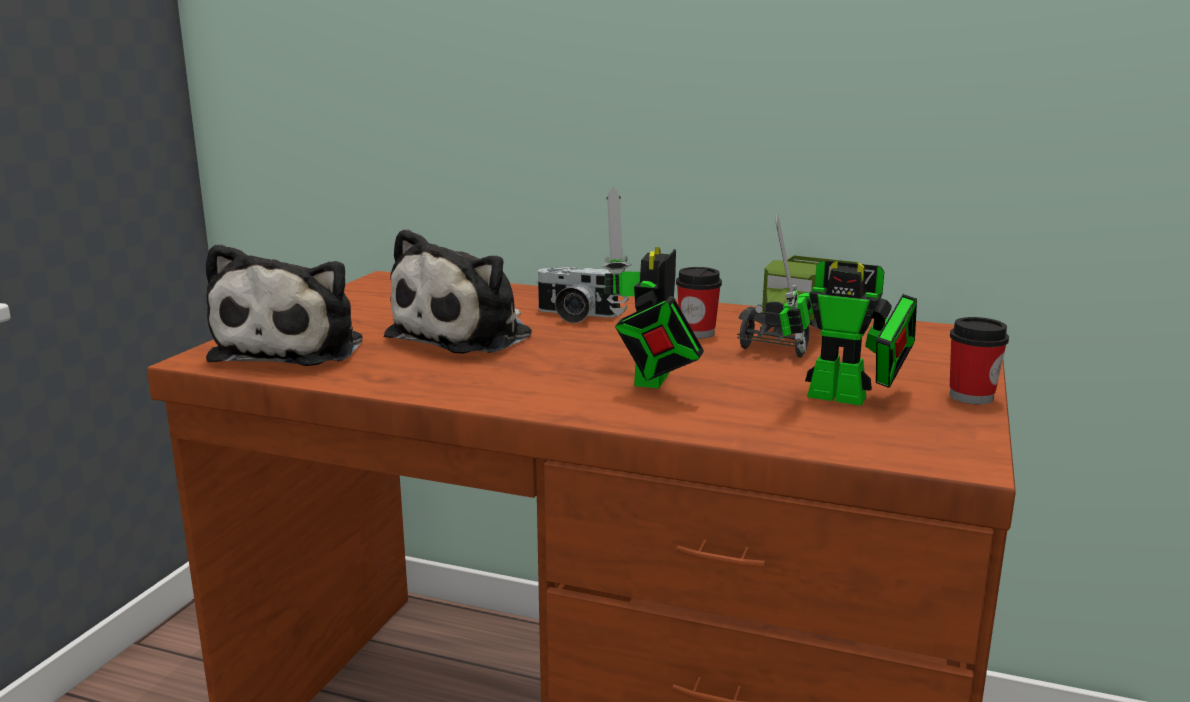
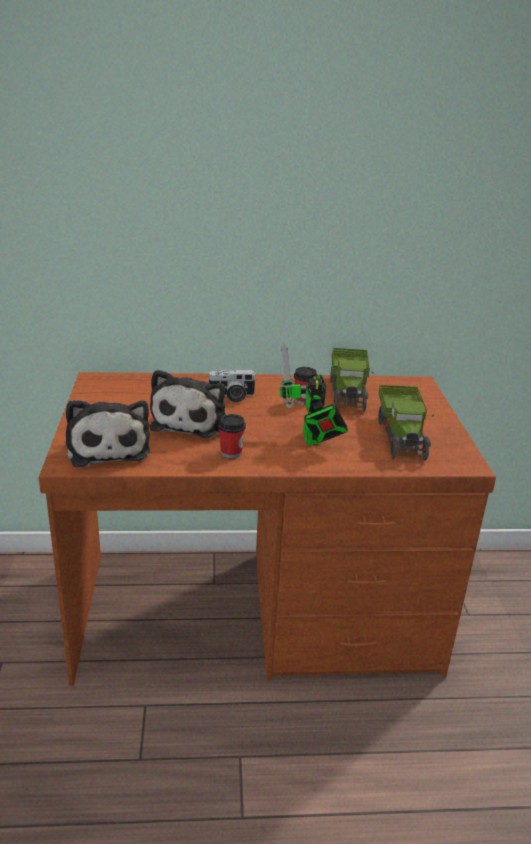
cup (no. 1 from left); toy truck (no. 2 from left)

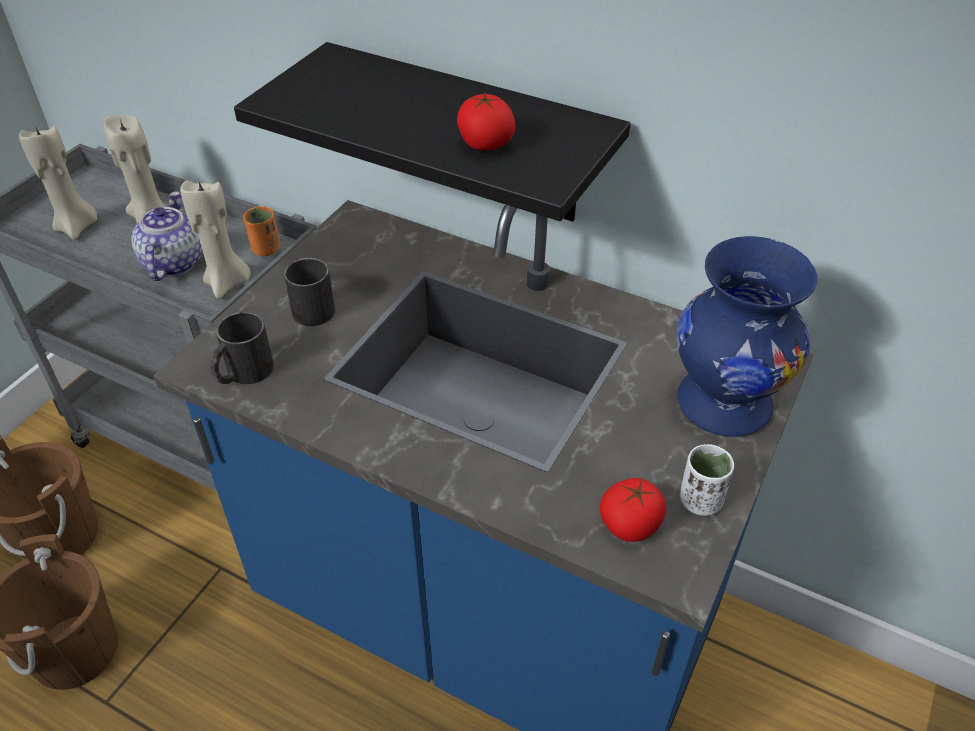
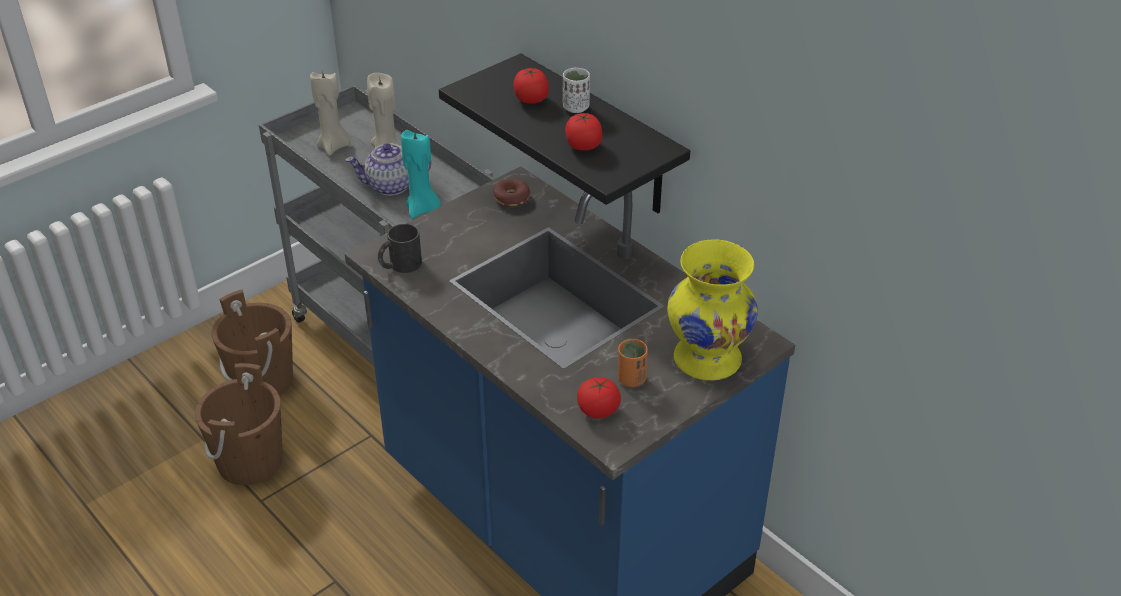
tea pot; candle/blue-green; doughnut; whole tomato (no. 1 from left); cup/white-coloured; cup/orange-coloured; flower vase/yellowish; tea mug/blackish (no. 2 from left in the first image)

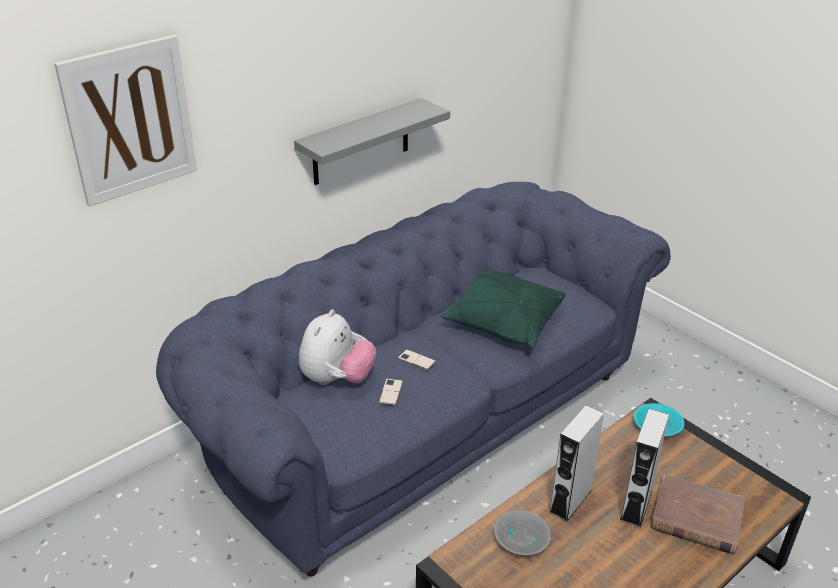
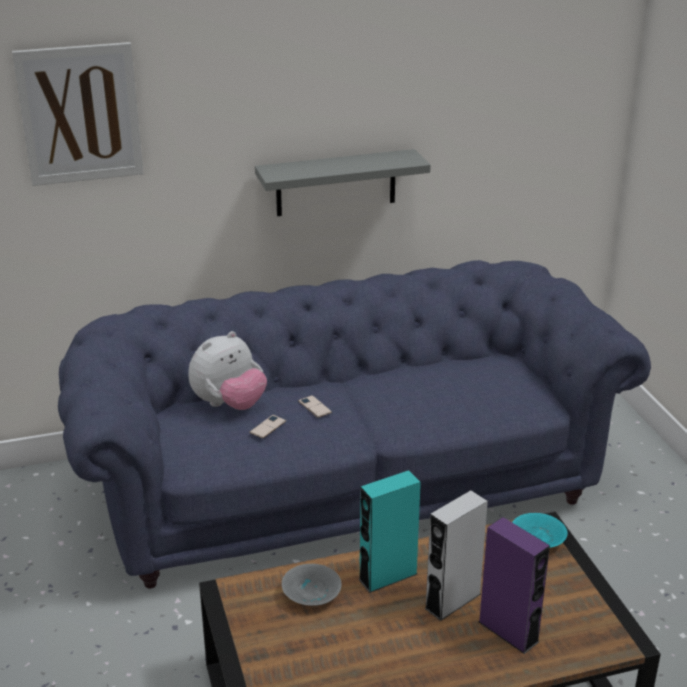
speaker/blue-green; speaker/purple; pillow/green-coloured

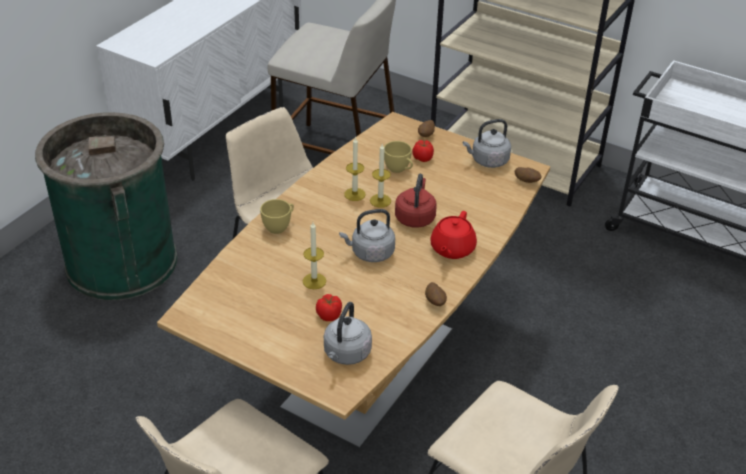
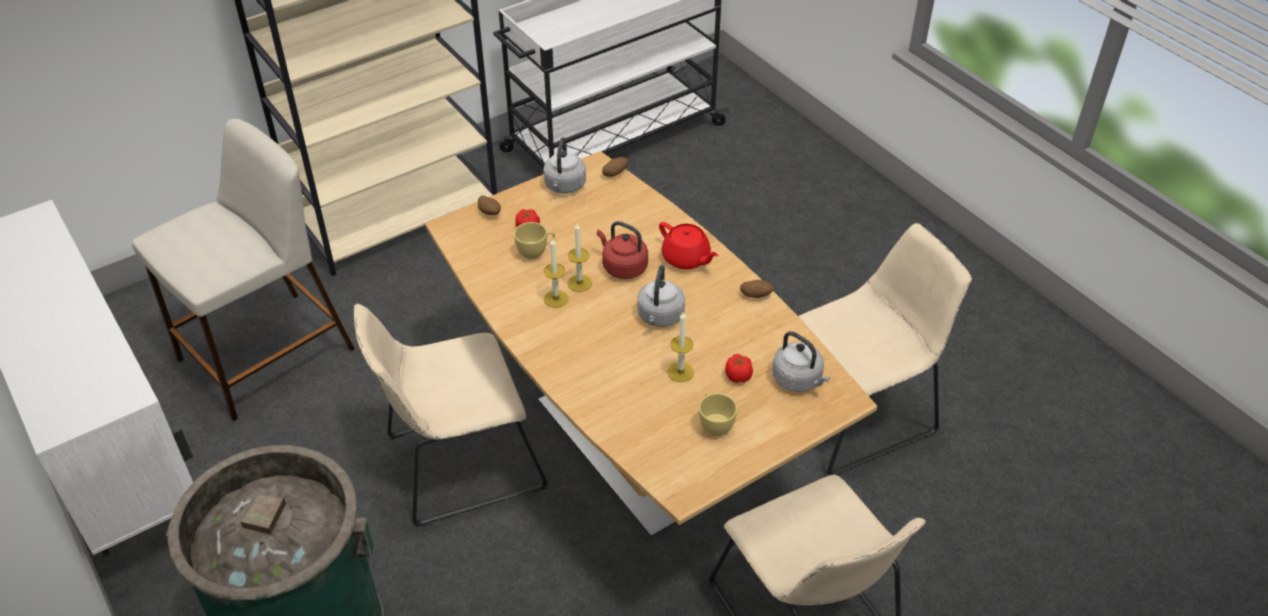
cup/yellowish (no. 2 from left)

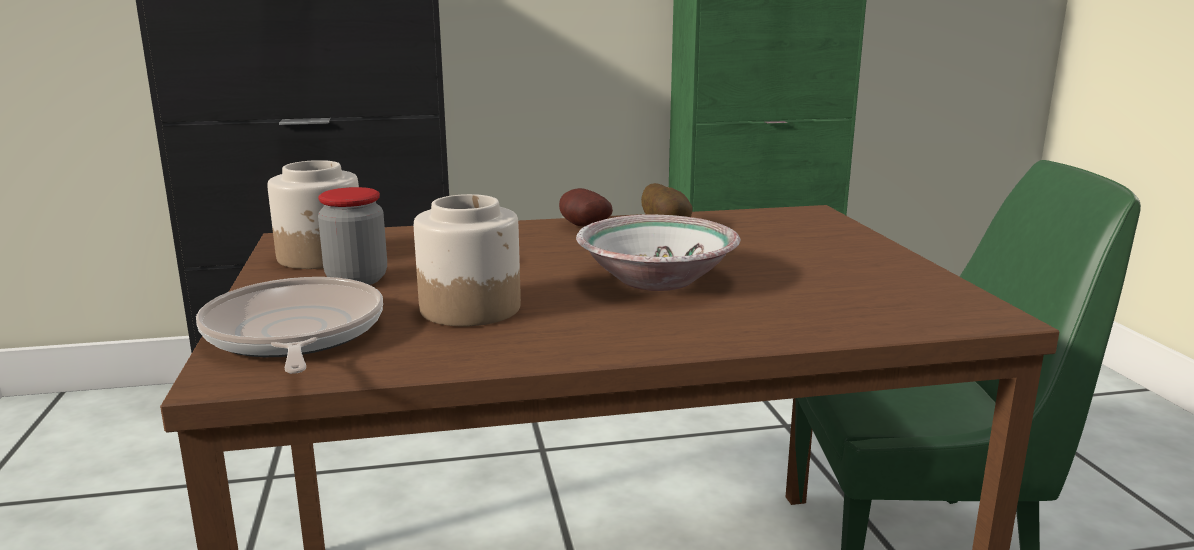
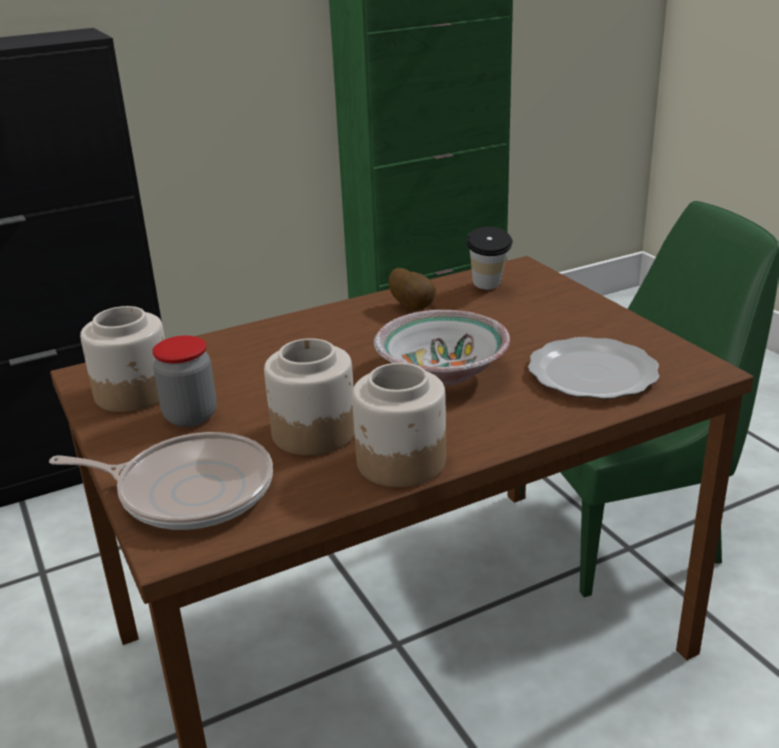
pan; jar (no. 4 from left); cup; flat dish; whole potato (no. 1 from left in the first image)

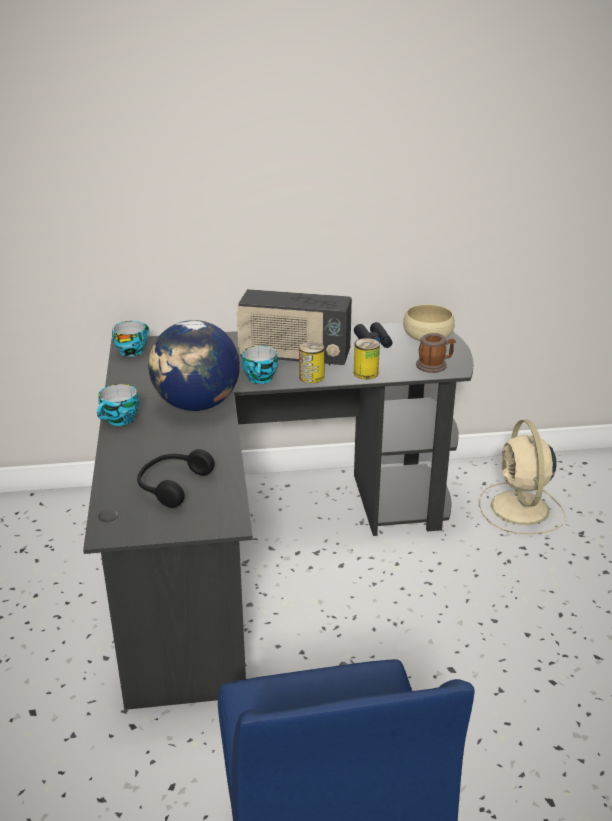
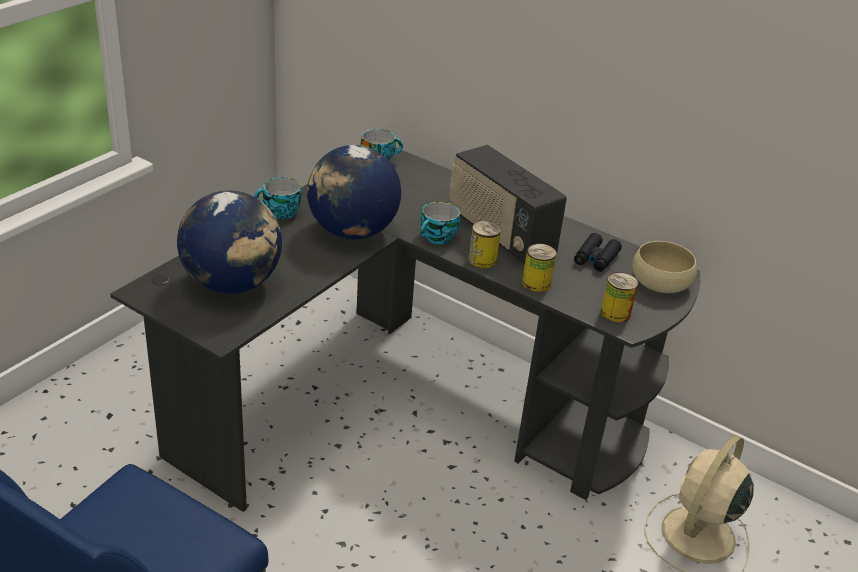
world globe (no. 1 from left); metal can (no. 3 from left)

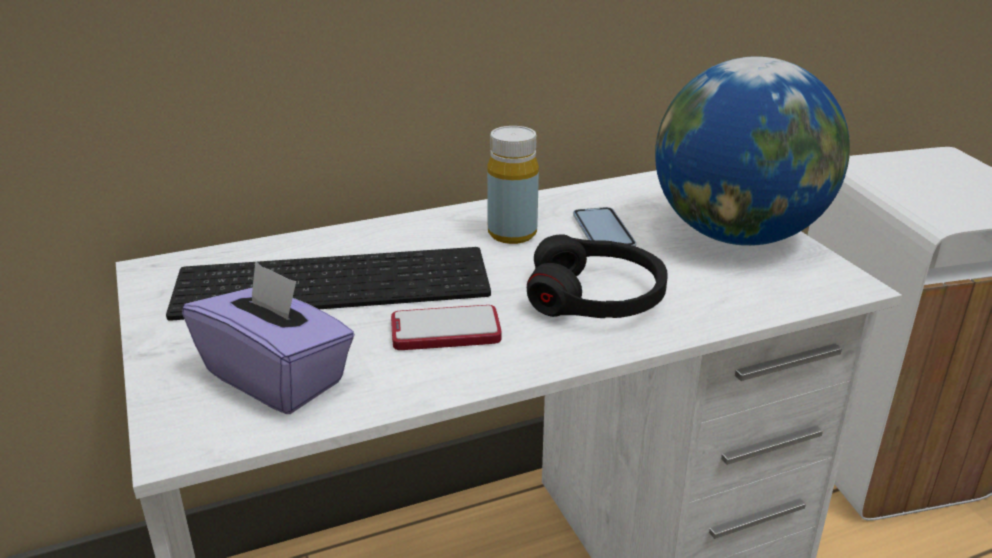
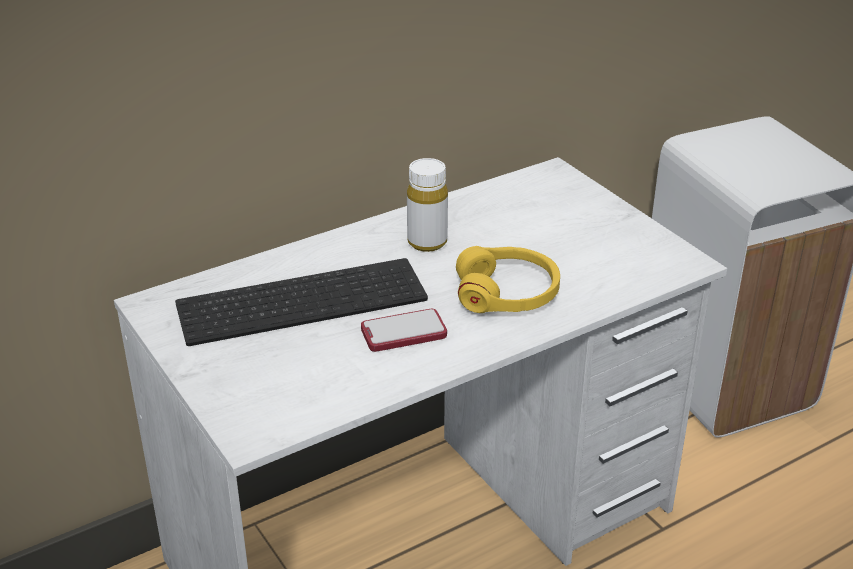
bottle/white-coloured; headphones/yellowish; tissue holder/purple; phone (no. 2 from left in the first image); world globe

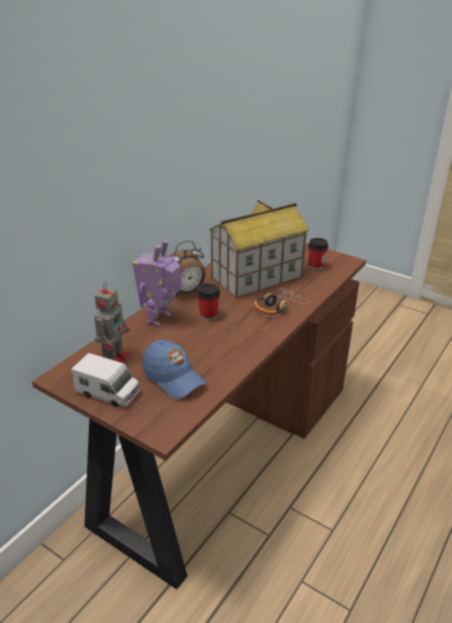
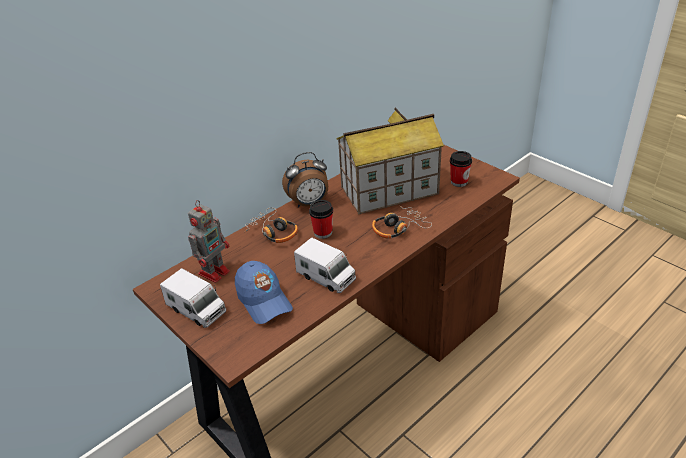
headphones (no. 1 from left); toy truck (no. 2 from left)

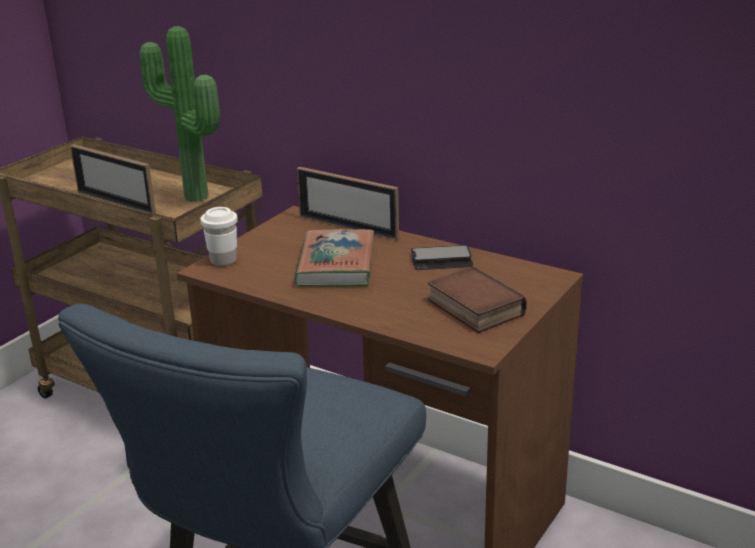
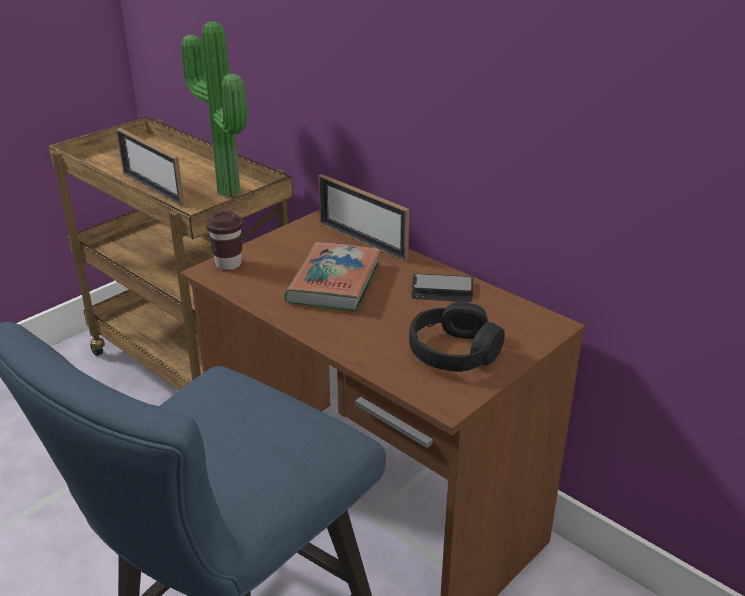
cup/brownish; headphones/blackish

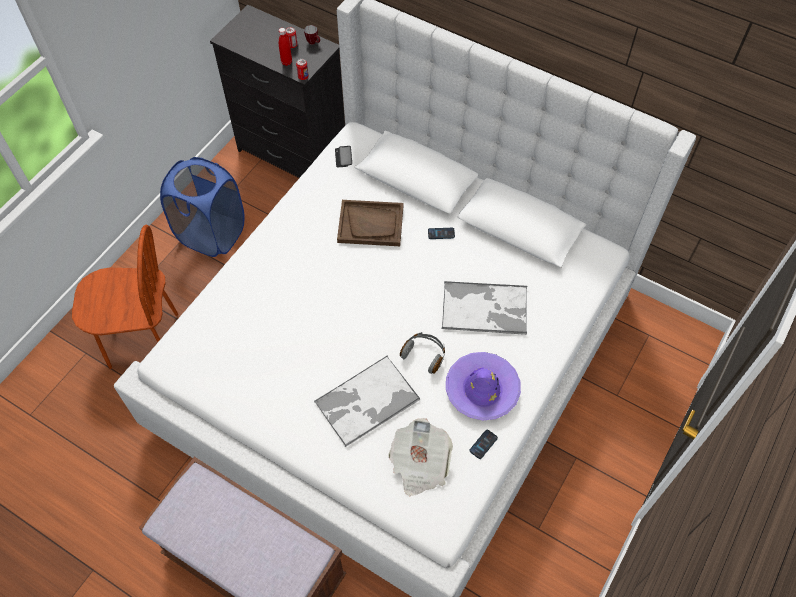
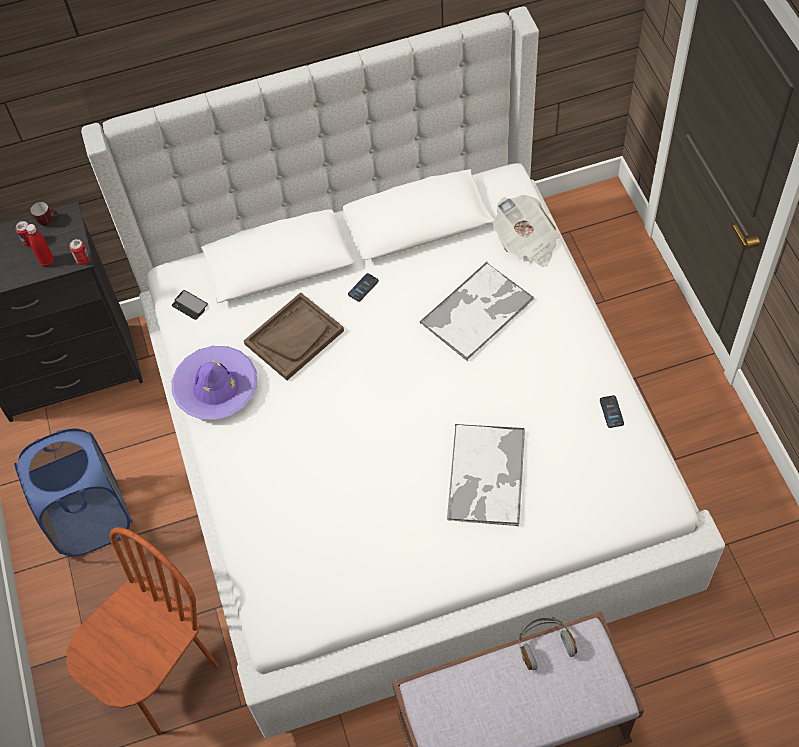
hat/purple; newspaper; headphones/gray

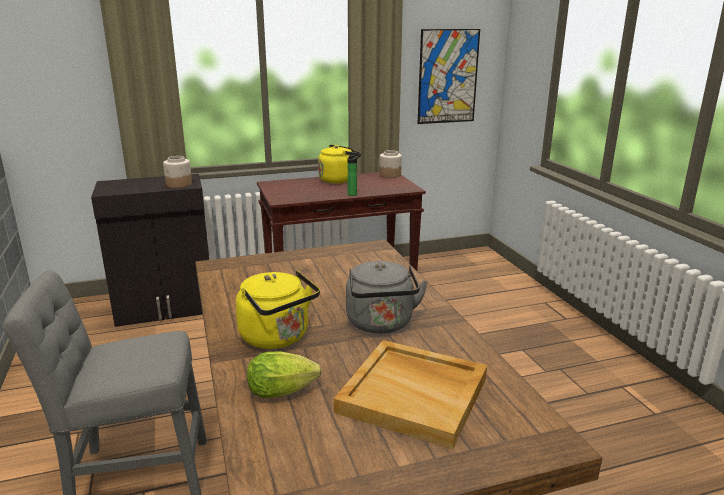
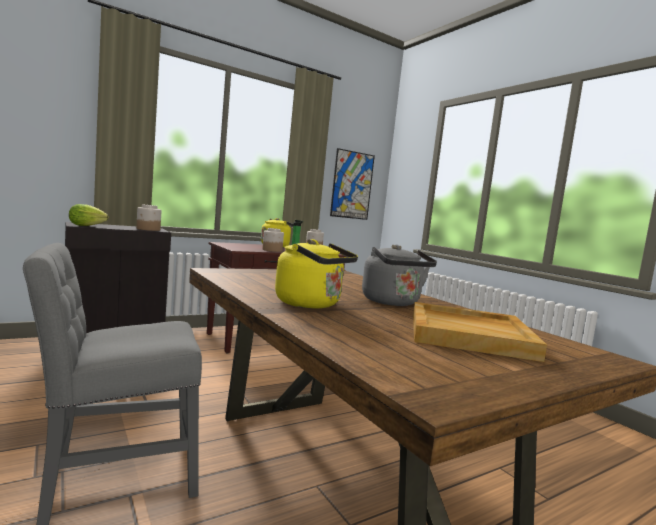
head of lettuce; jar (no. 2 from left)

